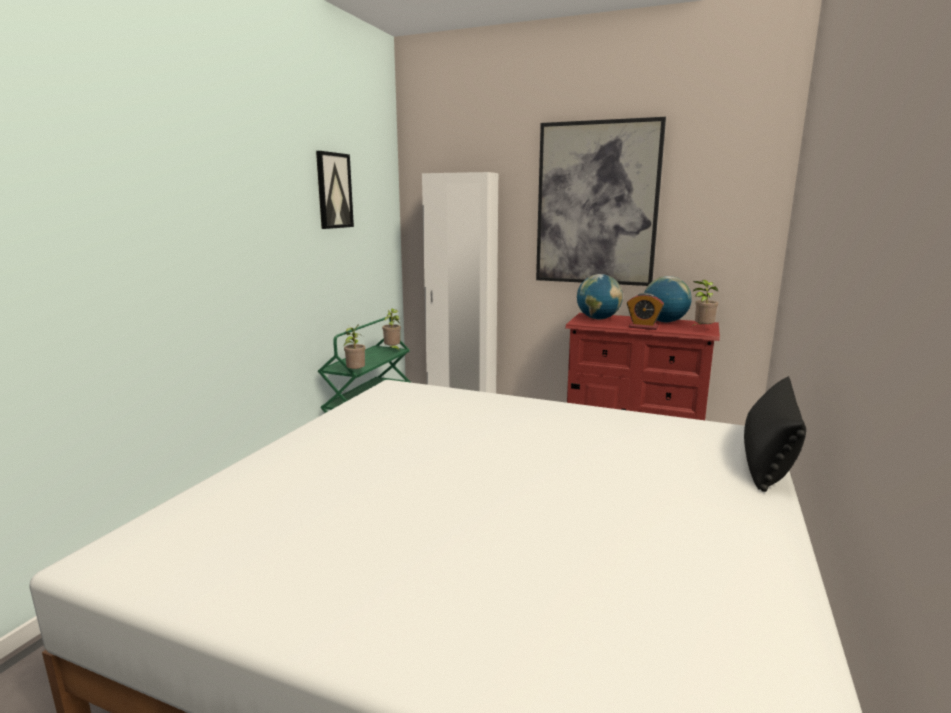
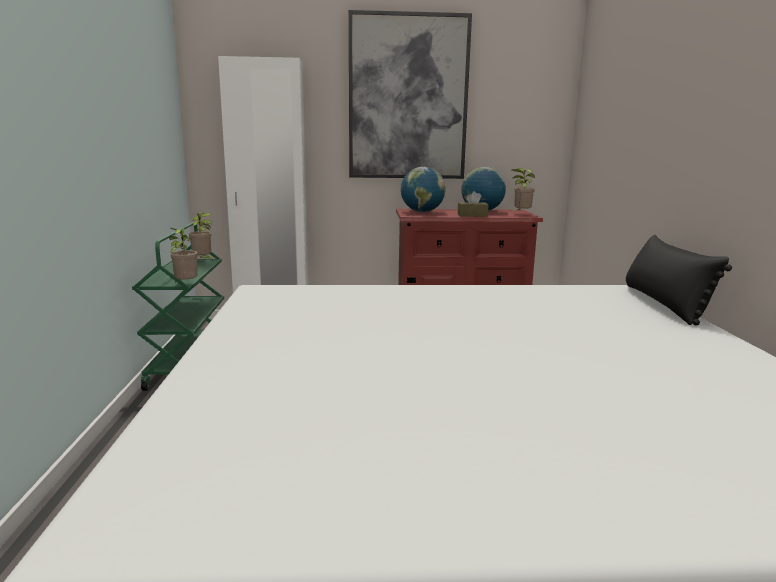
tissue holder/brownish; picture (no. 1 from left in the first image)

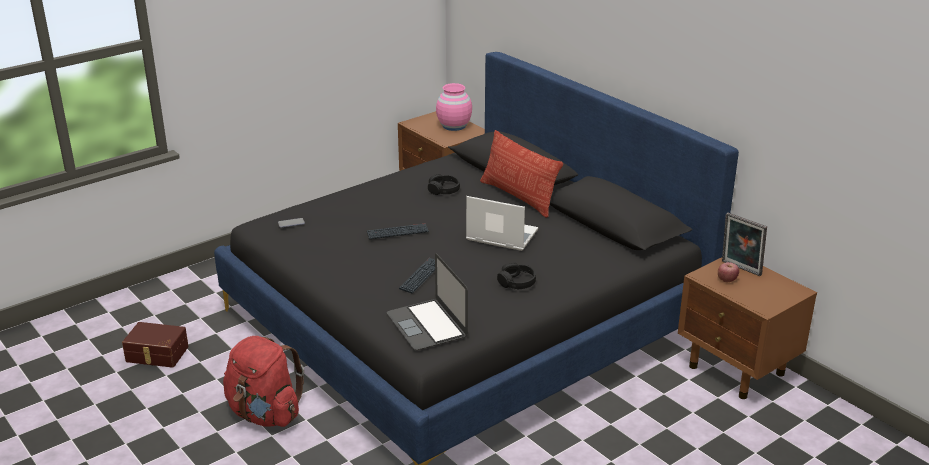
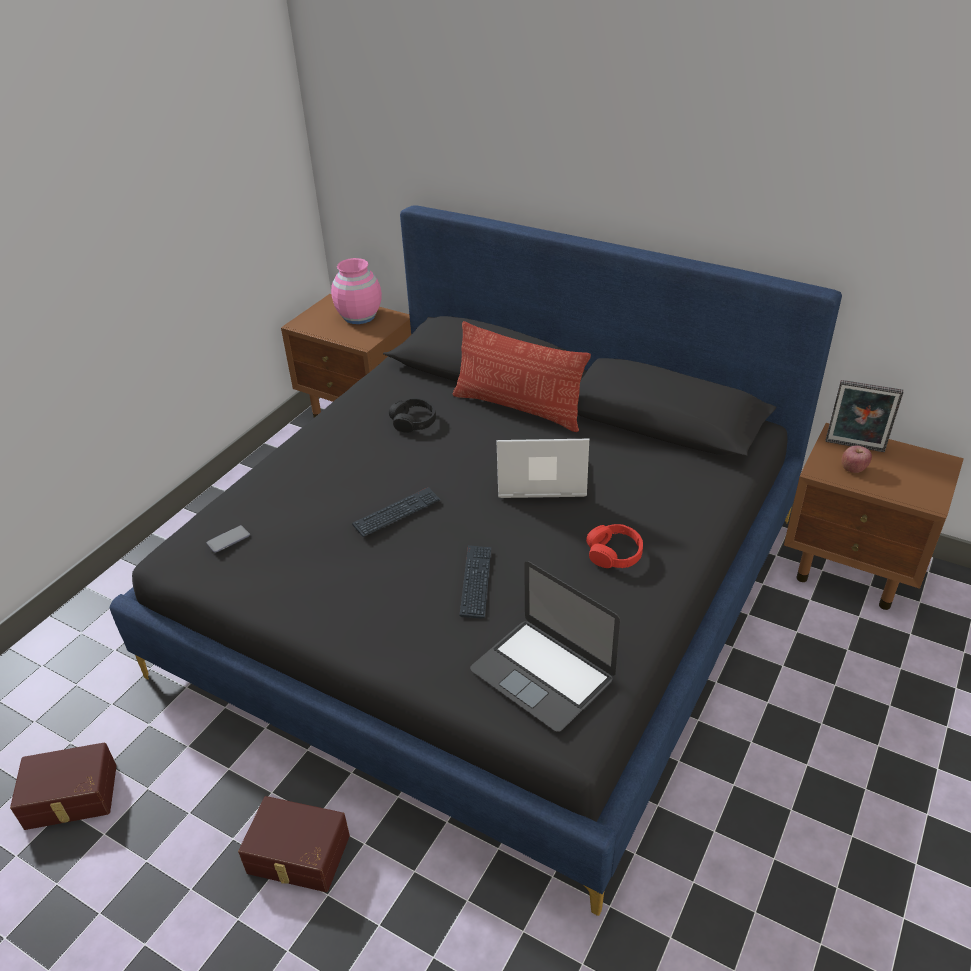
storage bin/brownish (no. 2 from left); headphones/red

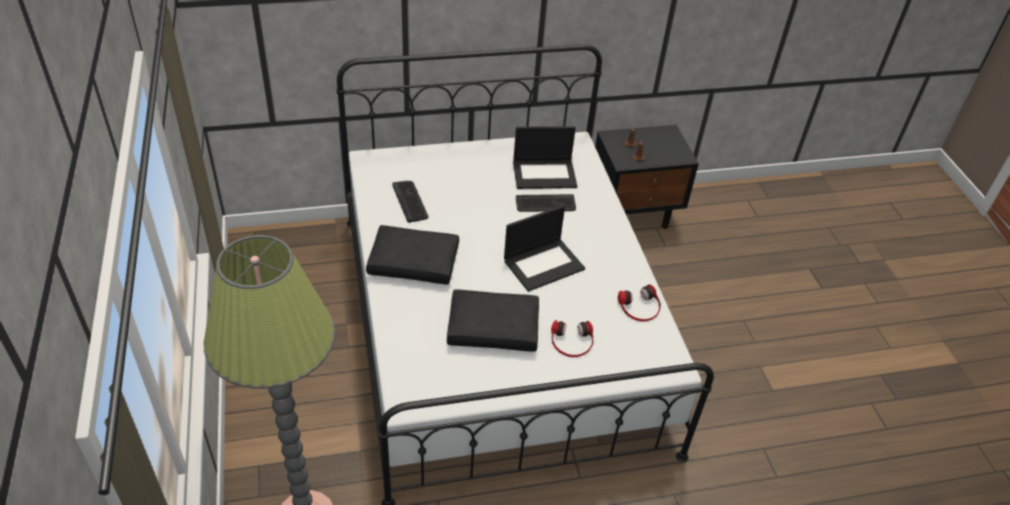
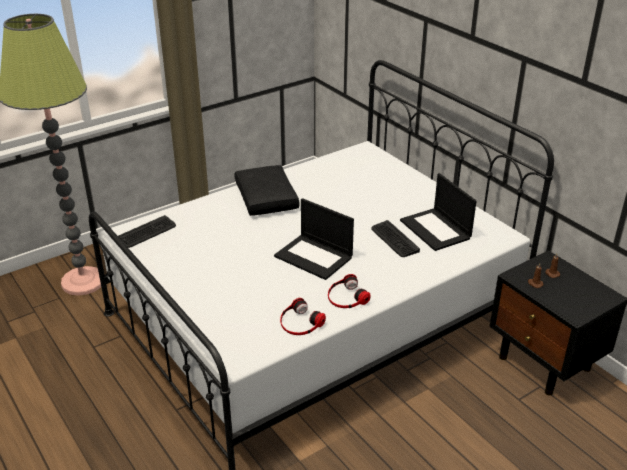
PC keyboard (no. 1 from left); headphones (no. 2 from left); pillow/blackish (no. 2 from left in the first image)

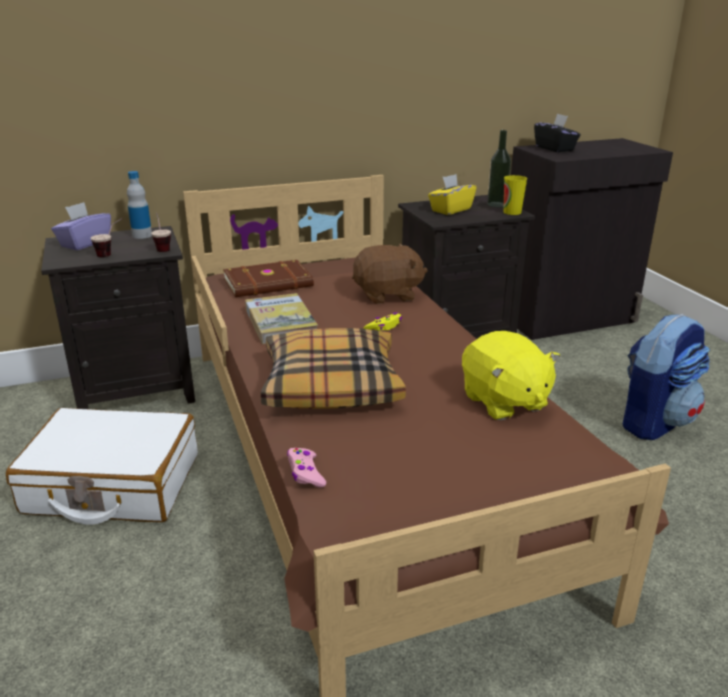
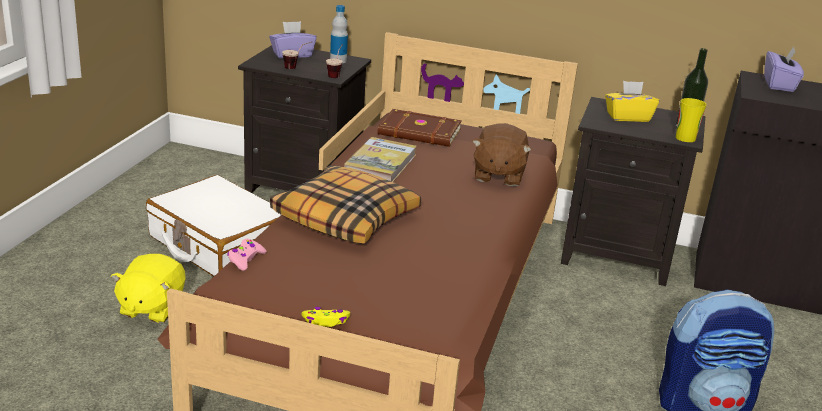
soft toy/yellowish; game controller/yellowish; soft toy/brownish; tissue holder/purple (no. 2 from left)

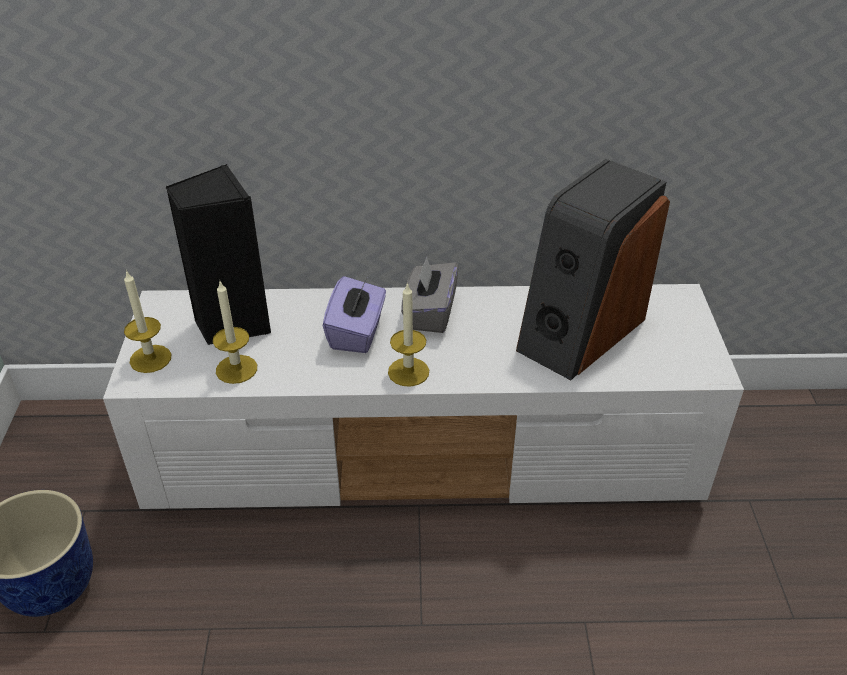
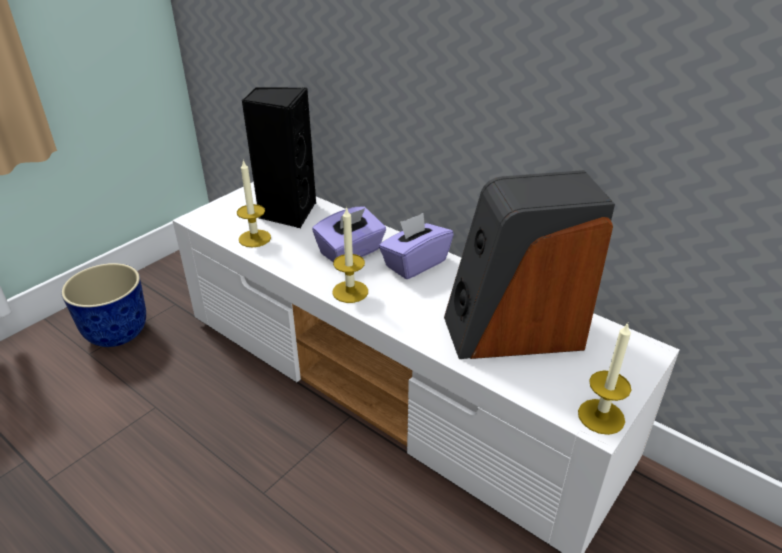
tissue holder/purple (no. 2 from left); candle (no. 3 from left)

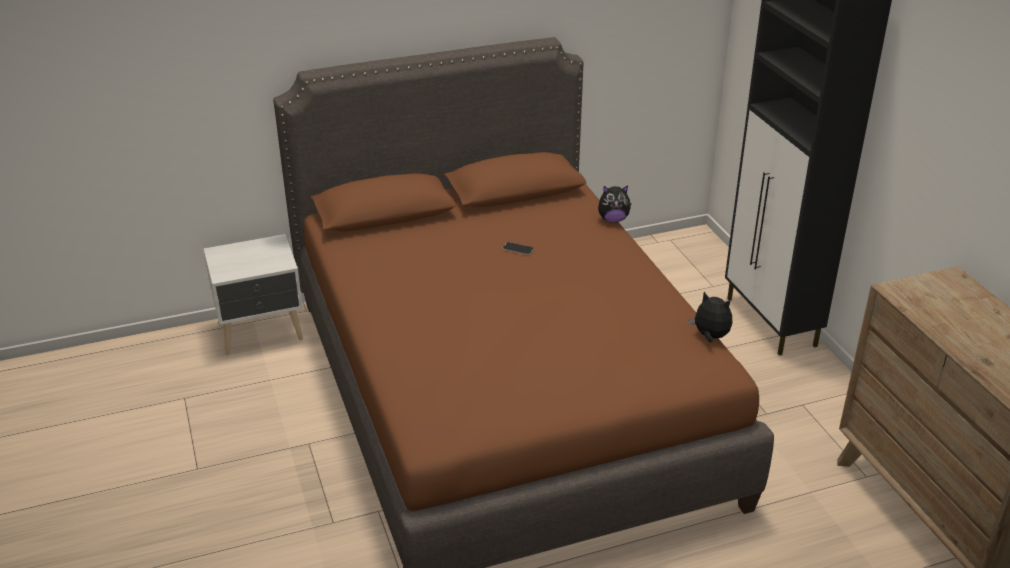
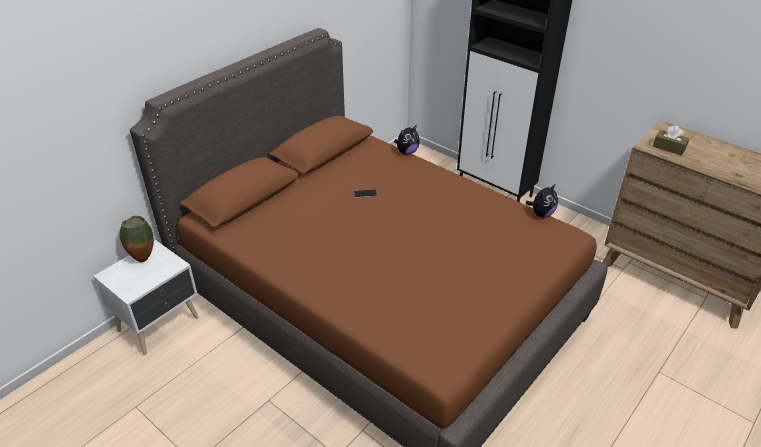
flower vase; soft toy (no. 2 from left); tissue holder/brownish

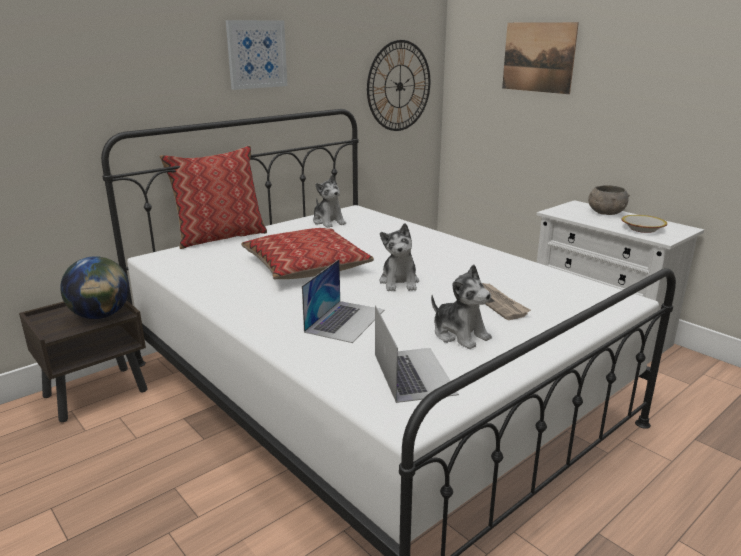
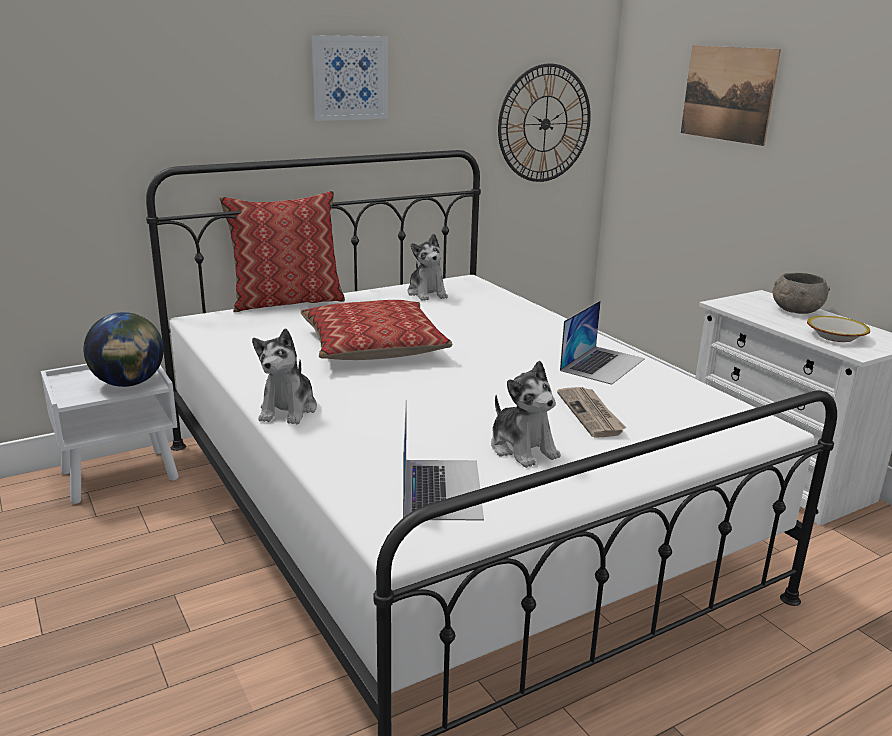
night table/white-coloured; soft toy (no. 1 from left); notebook computer (no. 2 from left)

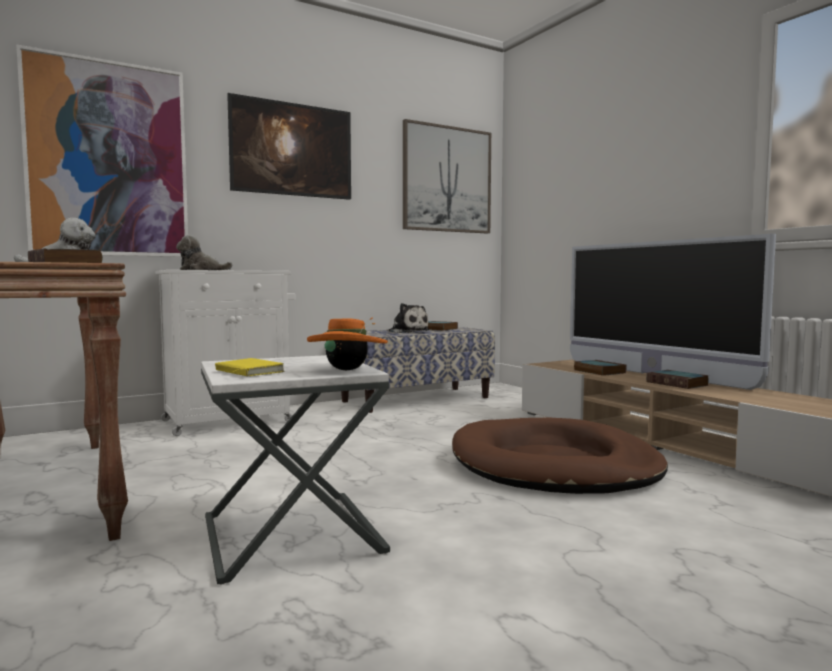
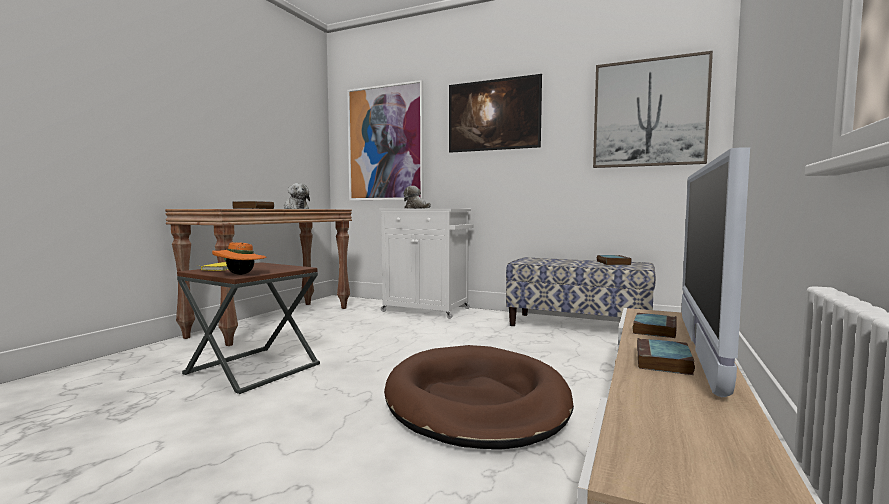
end table/brownish; soft toy (no. 3 from left in the first image)

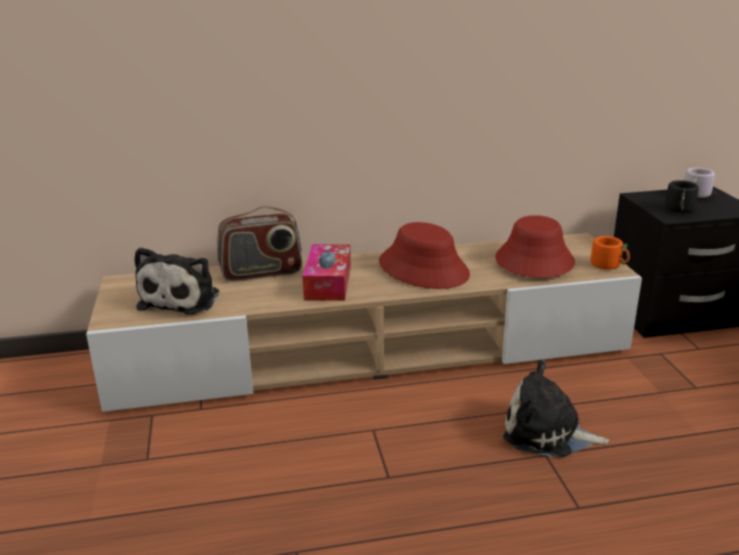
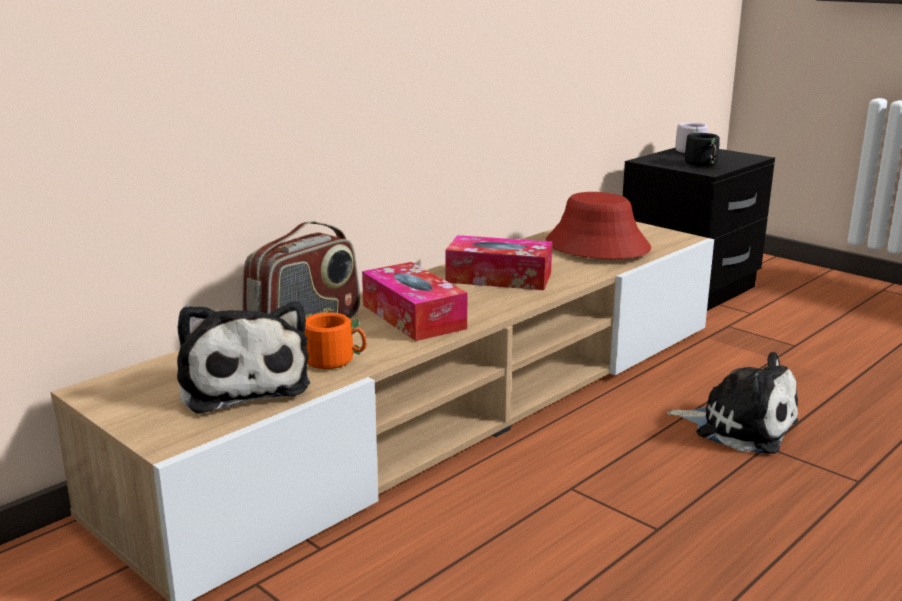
tea mug/orange-coloured; tissue holder (no. 2 from left); soft toy (no. 2 from left)

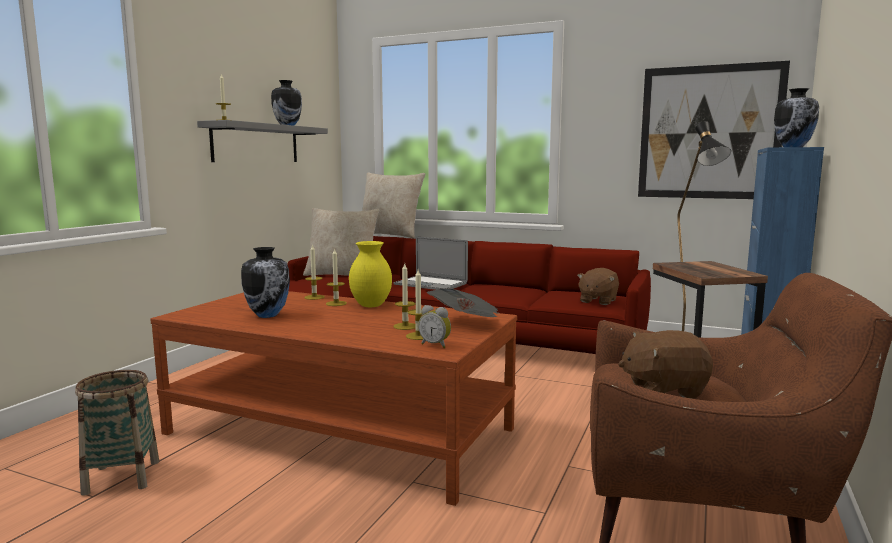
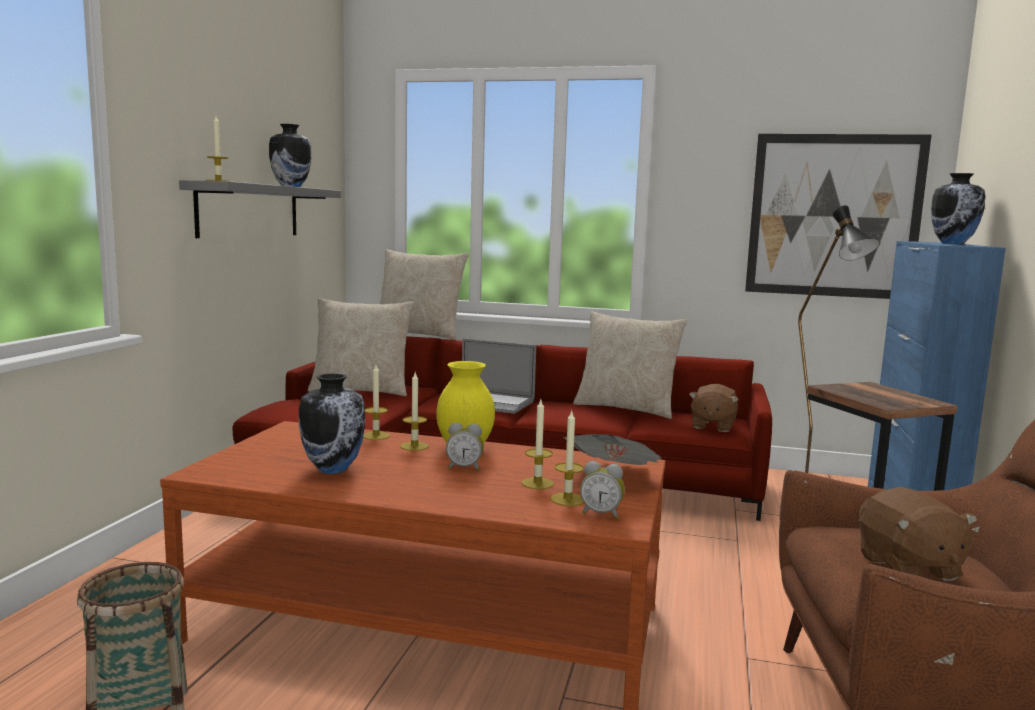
alarm clock (no. 1 from left); pillow/beige-coloured (no. 3 from left); soft toy/brownish (no. 2 from left)

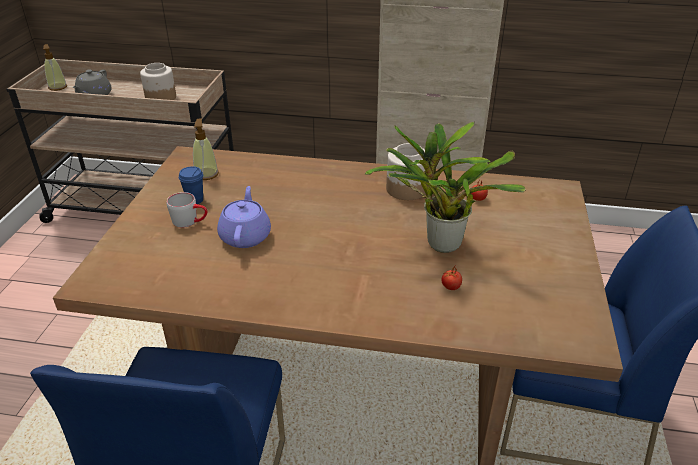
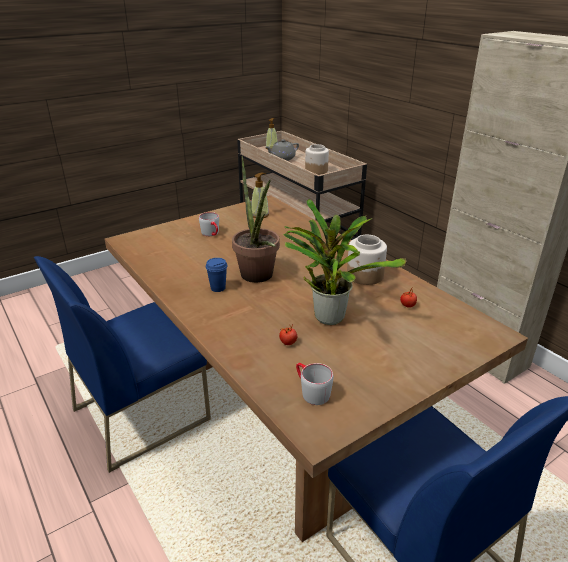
cup/blue-coloured; houseplant (no. 1 from left); tea mug/gray (no. 2 from left); tea pot/purple

